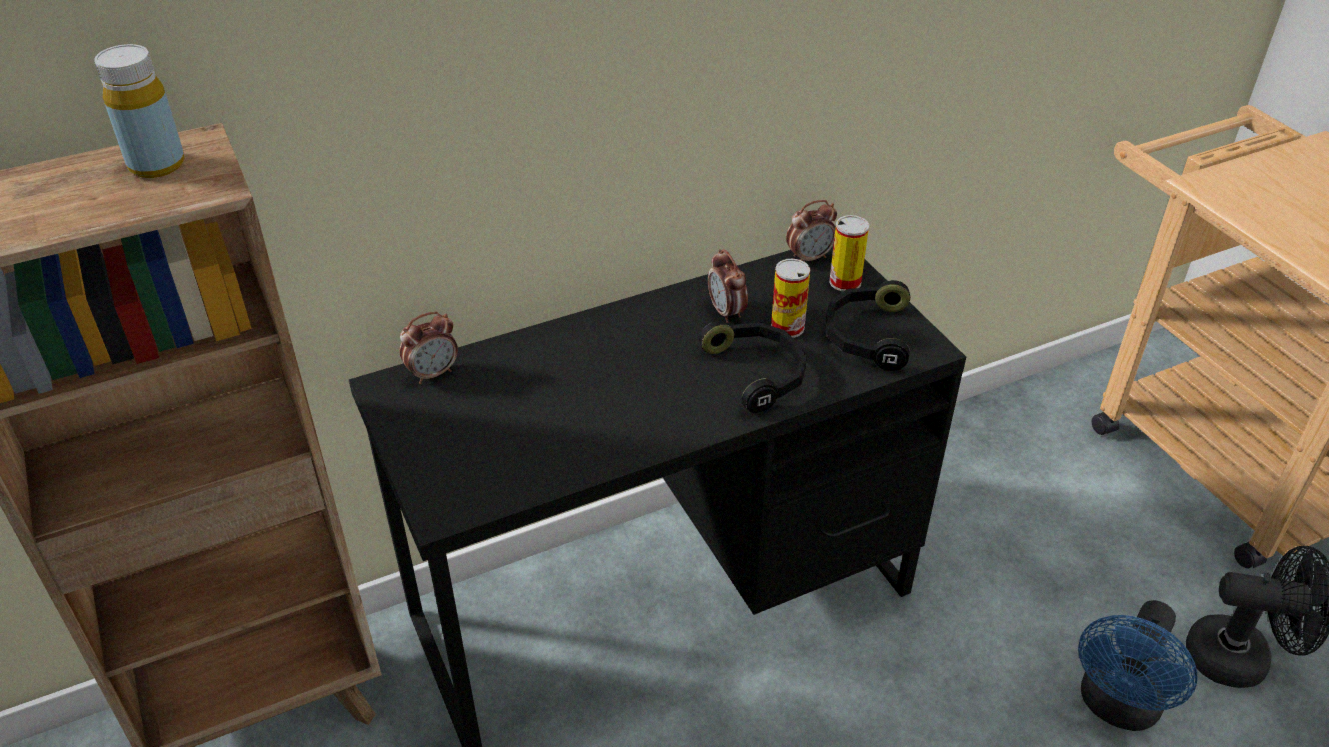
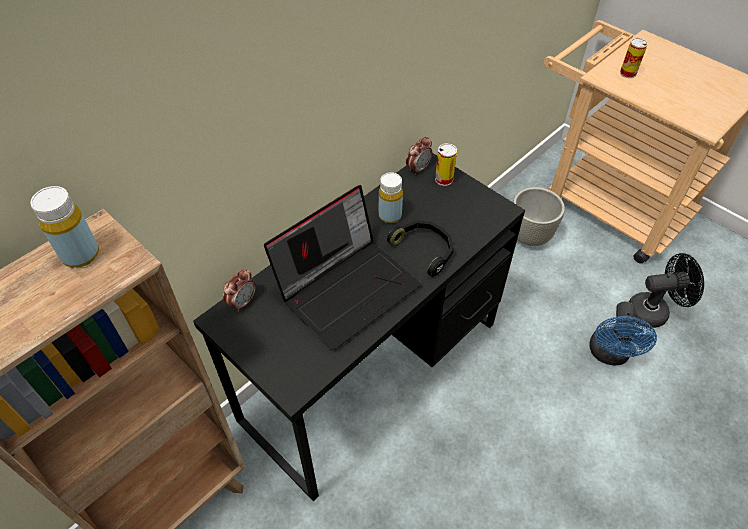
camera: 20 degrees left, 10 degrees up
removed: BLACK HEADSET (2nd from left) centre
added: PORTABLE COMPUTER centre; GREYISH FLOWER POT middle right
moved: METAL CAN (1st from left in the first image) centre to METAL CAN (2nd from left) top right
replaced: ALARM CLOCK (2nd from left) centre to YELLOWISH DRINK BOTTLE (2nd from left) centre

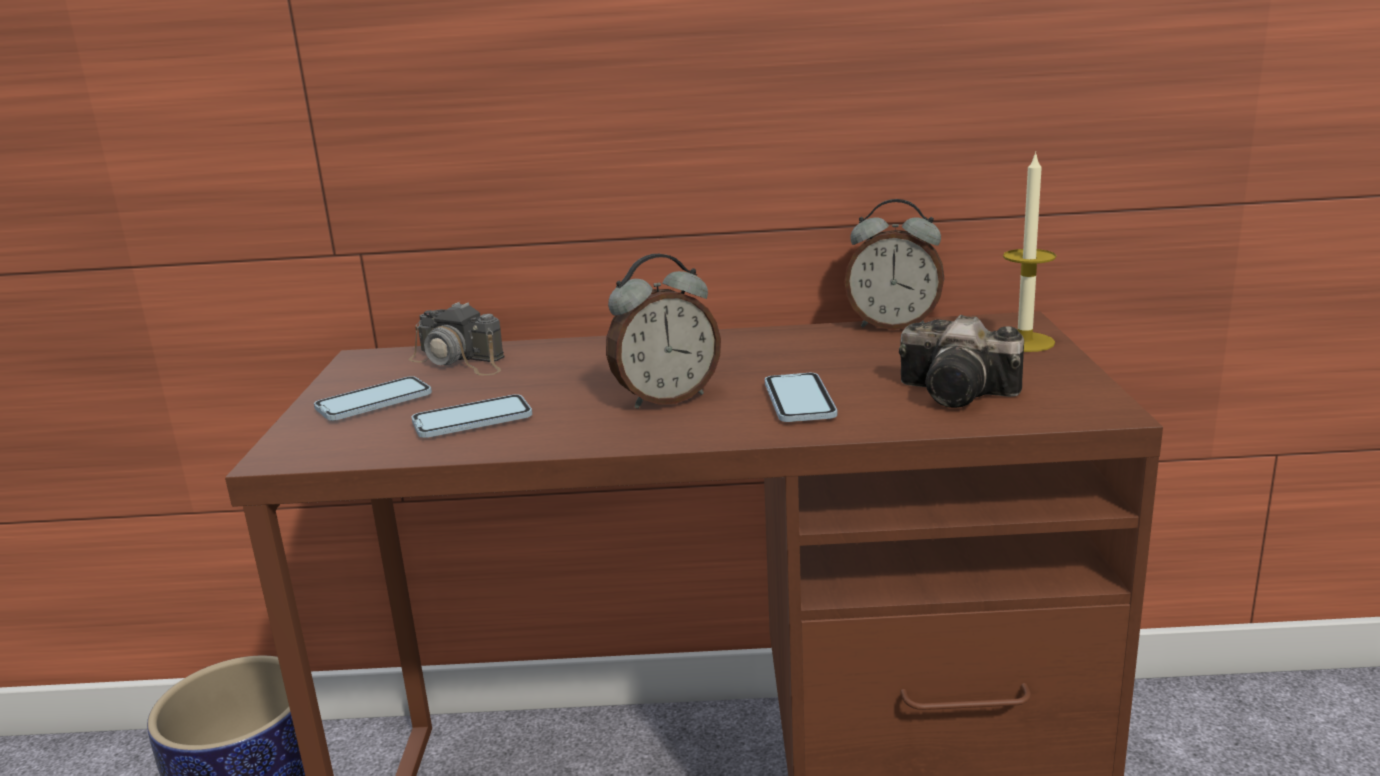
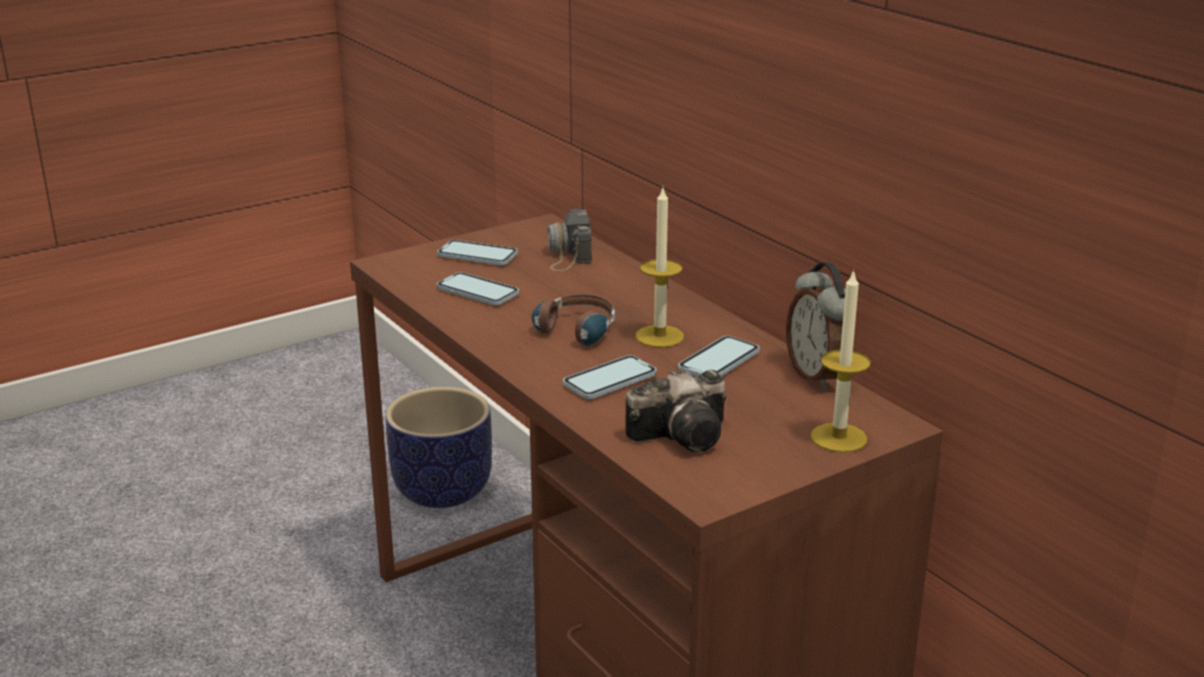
camera: 55 degrees right, 5 degrees up
added: CANDLE (1st from left) centre; HANDSET (4th from left) centre
replaced: ALARM CLOCK (1st from left) centre to HEADSET centre
turned: PHOTO CAMERA (2nd from left) middle right = centre 105 degrees counterclockwise

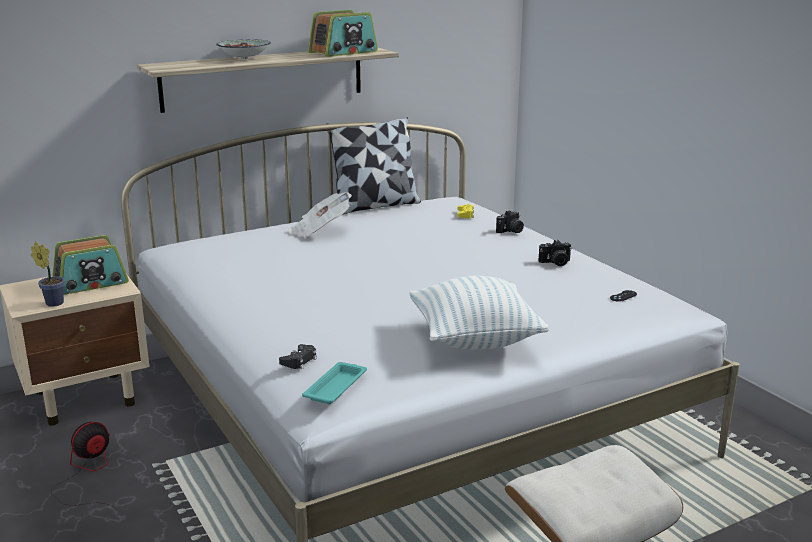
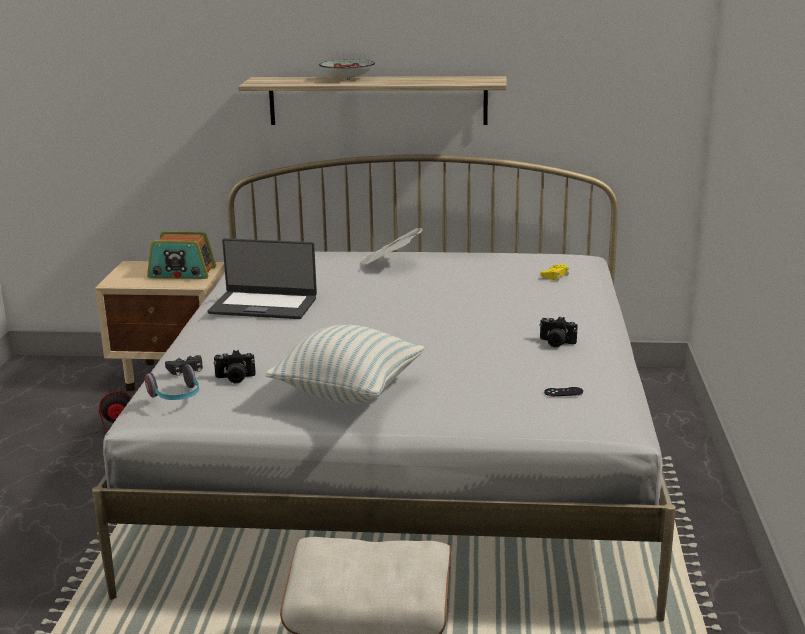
camera: 35 degrees right, 0 degrees up
removed: POTTED PLANT middle left; RADIO SET (2nd from left) top centre; PILLOW (1st from left) top centre
added: PORTABLE COMPUTER middle left
moved: PHOTO CAMERA (1st from left) centre to middle left
replaced: TURQUOISE SERVING TRAY bottom centre to HEADSET middle left

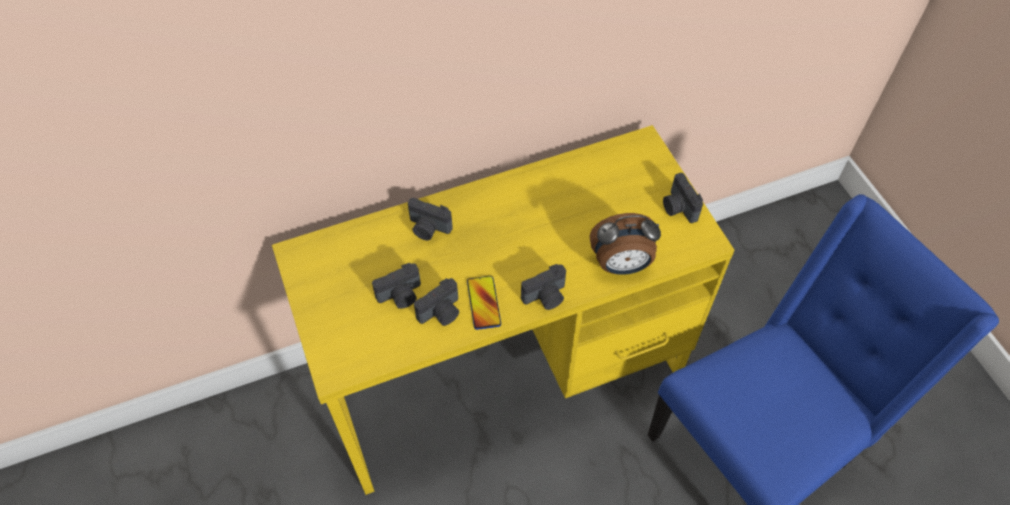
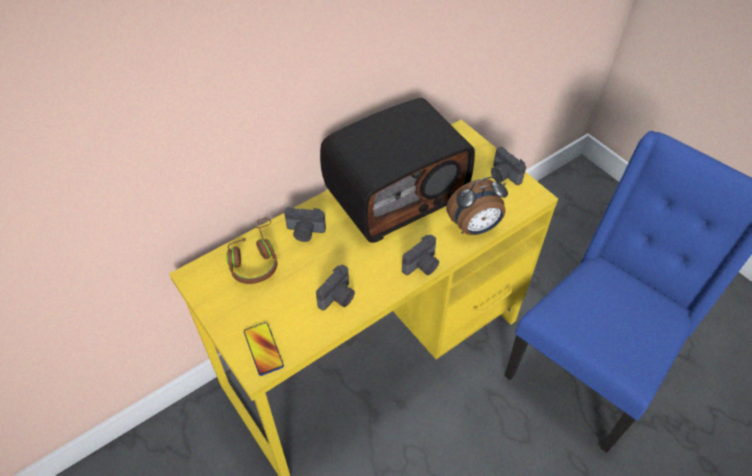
camera: 15 degrees left, 5 degrees down
removed: PHOTO CAMERA (1st from left) centre
added: BROWNISH HEADSET centre; RADIO SET centre
moved: HANDSET centre to bottom centre

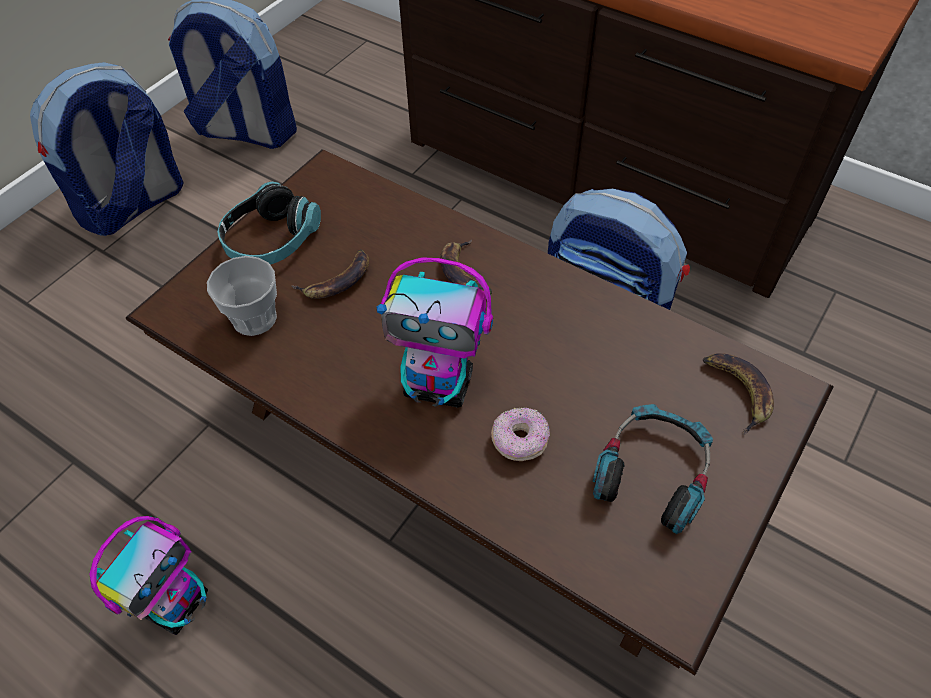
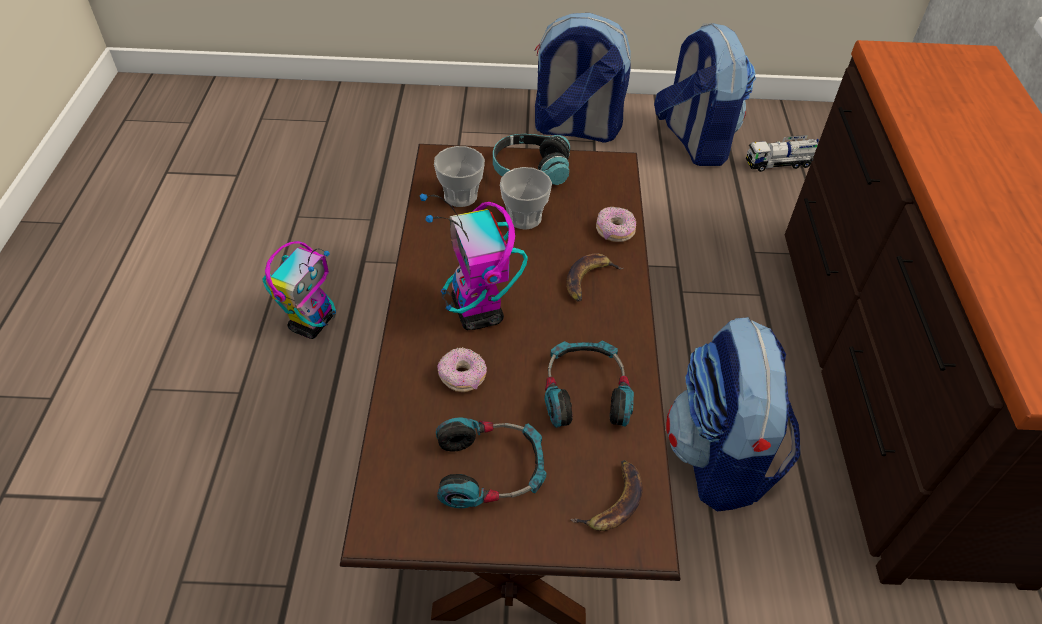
camera: 55 degrees right, 5 degrees down
added: HEADSET (3rd from left) centre; RING DOUGHNUT (2nd from left) centre; TOY LORRY top right
replaced: WHOLE BANANA (1st from left) centre to CUP (2nd from left) top centre
turned: MODEL ROBOT (1st from left) bottom left = middle left 60 degrees counterclockwise

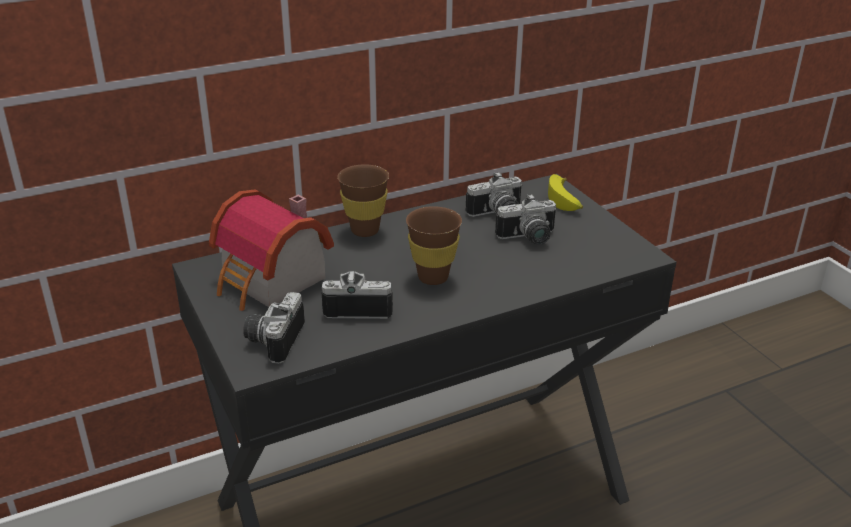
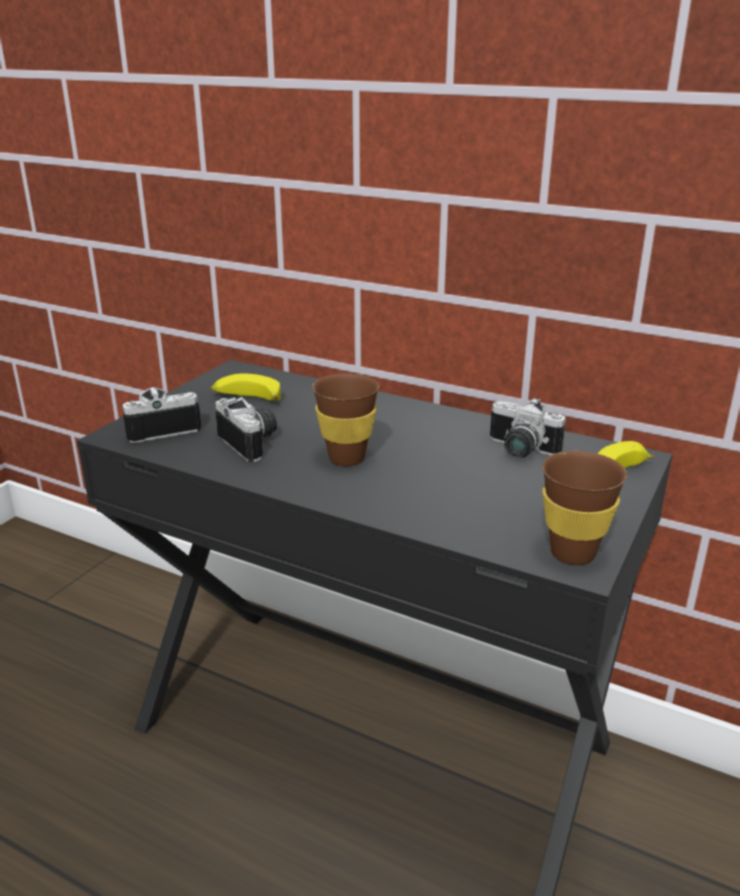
camera: 55 degrees right, 5 degrees down
removed: PHOTO CAMERA (4th from left) centre
moved: BROWNISH CUP (1st from left in the first image) centre to BROWNISH CUP (2nd from left) middle right
replaced: TOY HOUSE middle left to WHOLE BANANA (1st from left) middle left

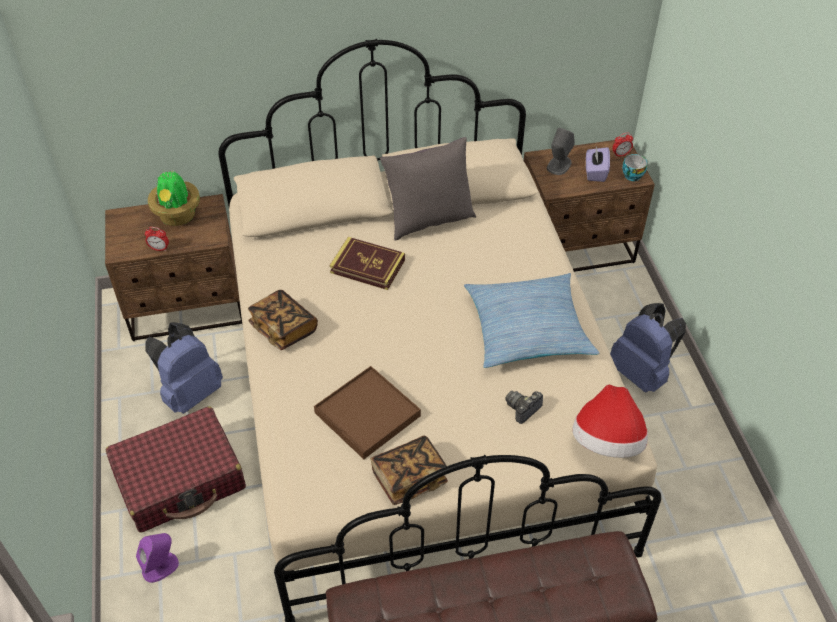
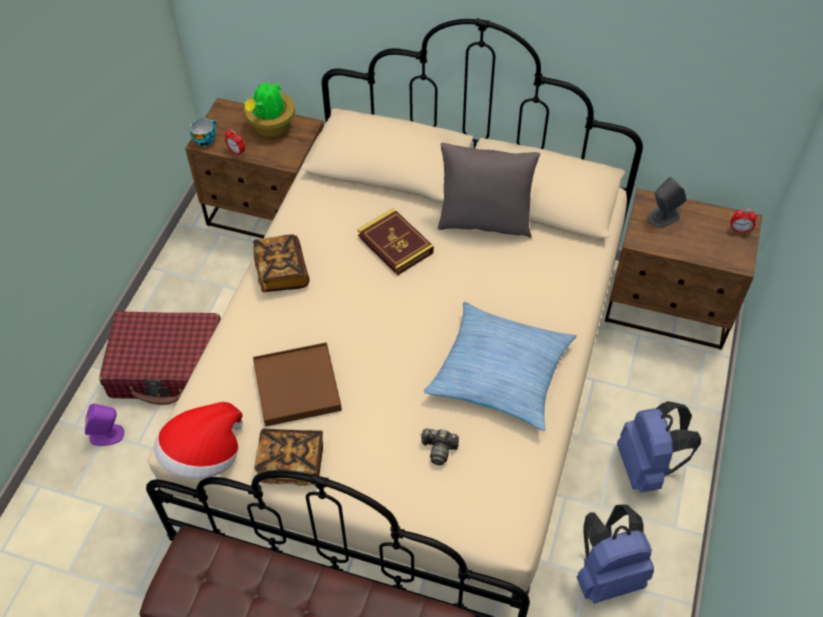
camera: 30 degrees right, 5 degrees up
removed: PURPLE-COLOURED TISSUE BOX top right
moved: CLOTHING HAT bottom right to bottom left; CUP top right to top left; BLUE RUCKSACK (1st from left) middle left to bottom right
turned: PHOTO CAMERA centre = bottom centre 150 degrees counterclockwise

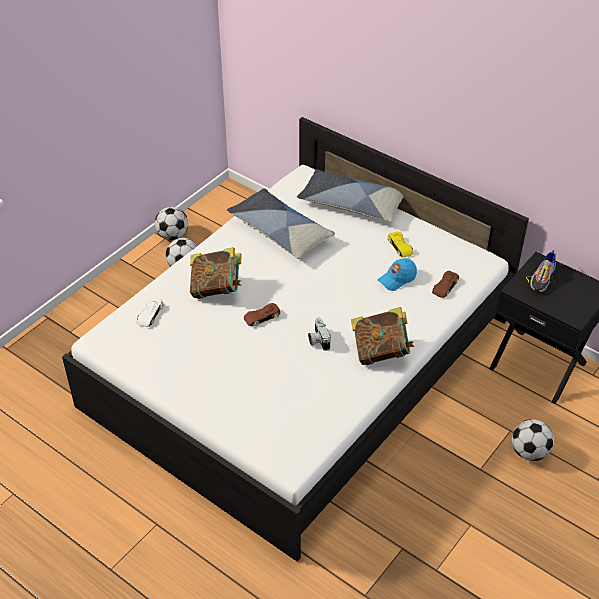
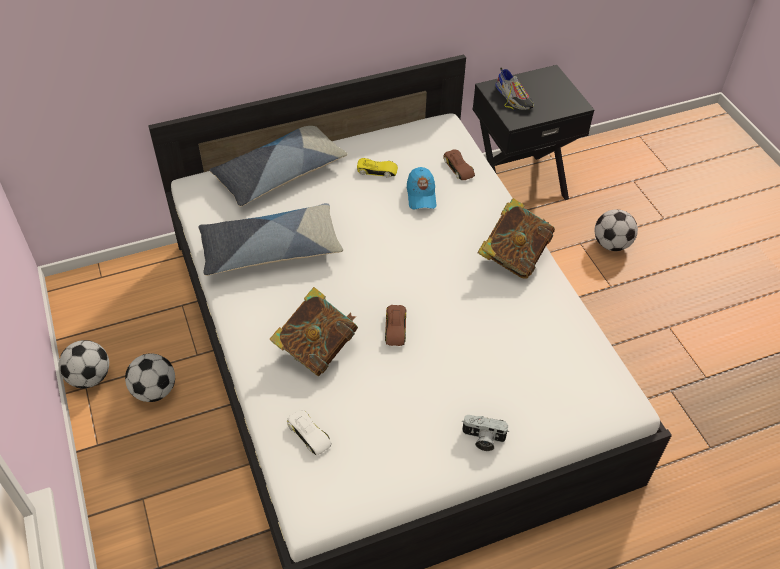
camera: 60 degrees left, 5 degrees up
moved: PHOTO CAMERA centre to bottom centre

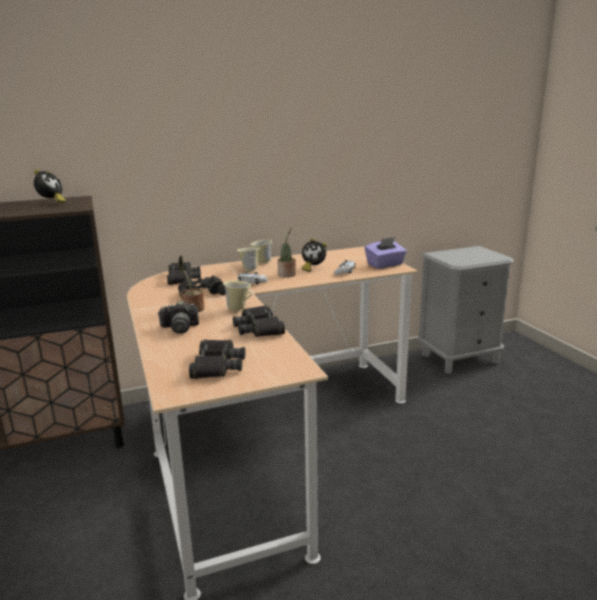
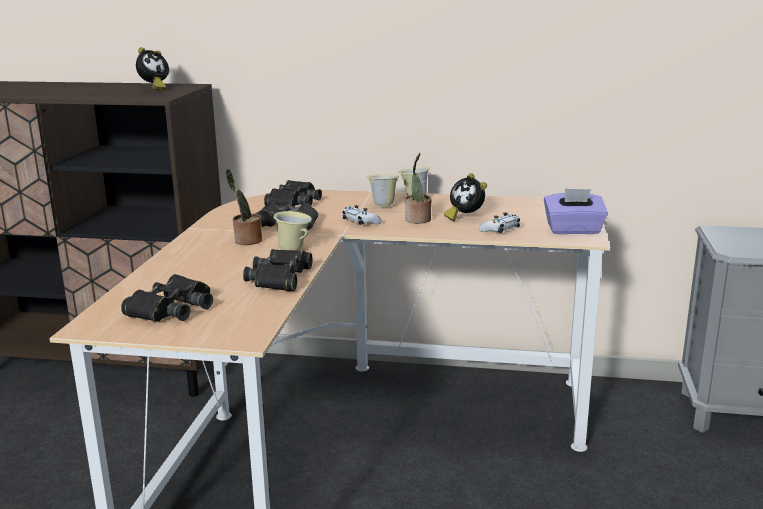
camera: 30 degrees right, 0 degrees up
removed: PHOTO CAMERA middle left

